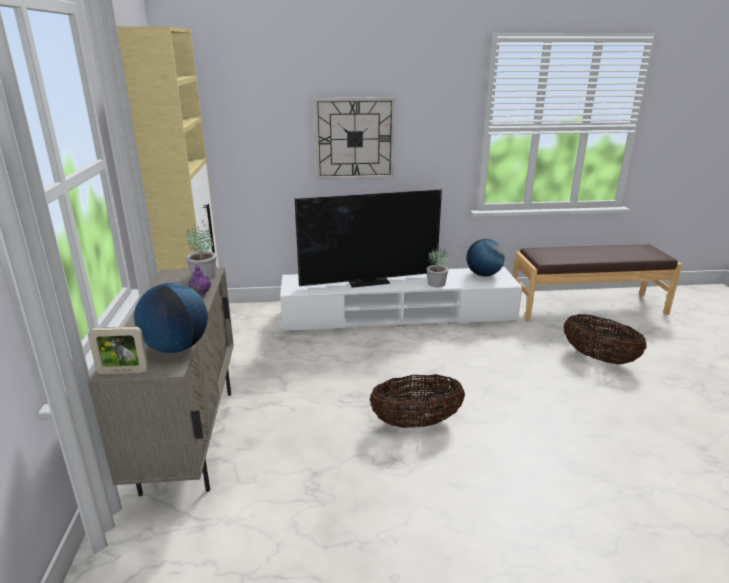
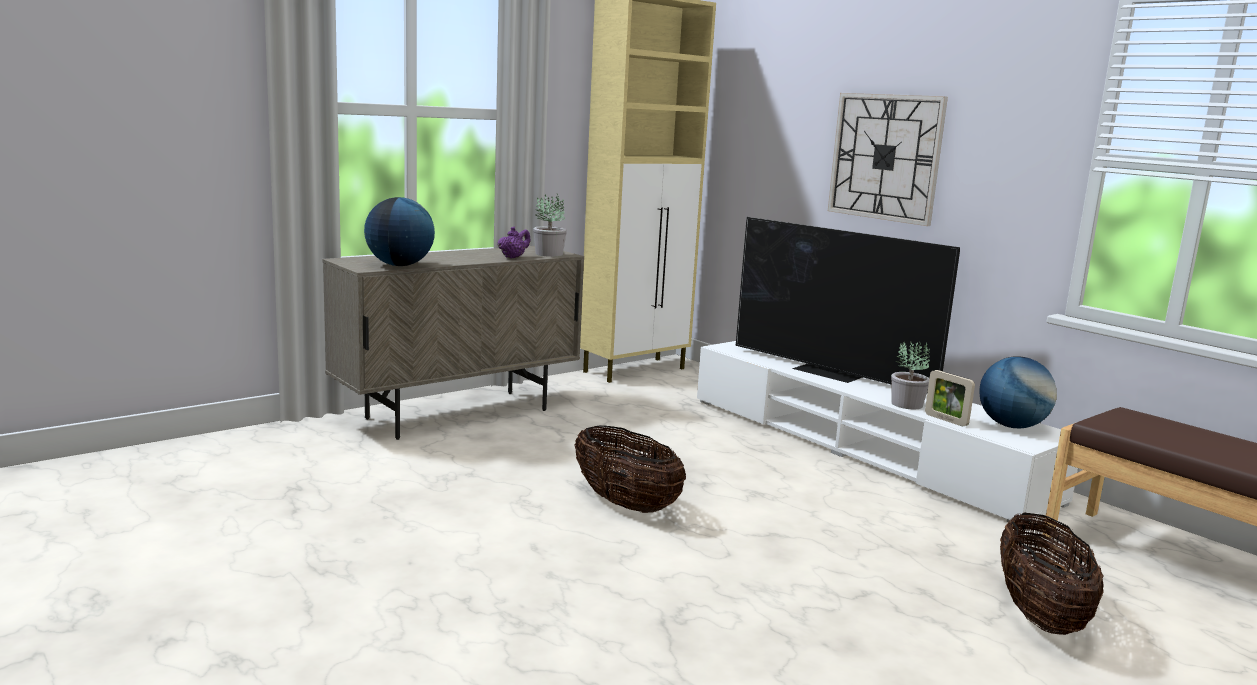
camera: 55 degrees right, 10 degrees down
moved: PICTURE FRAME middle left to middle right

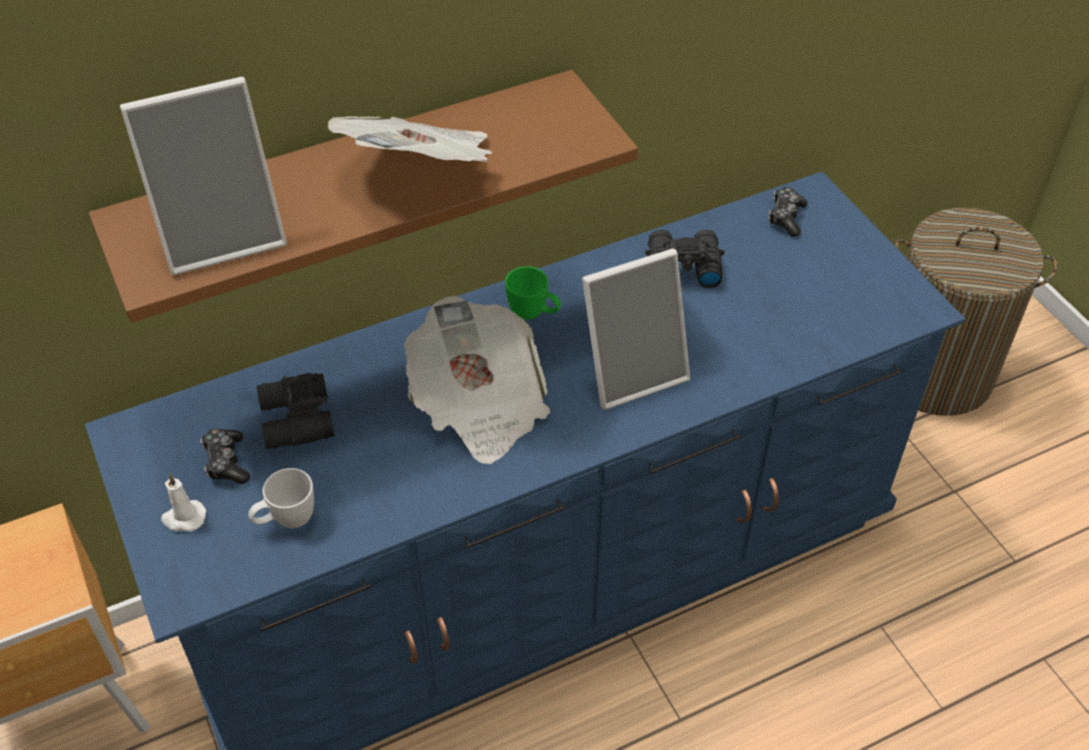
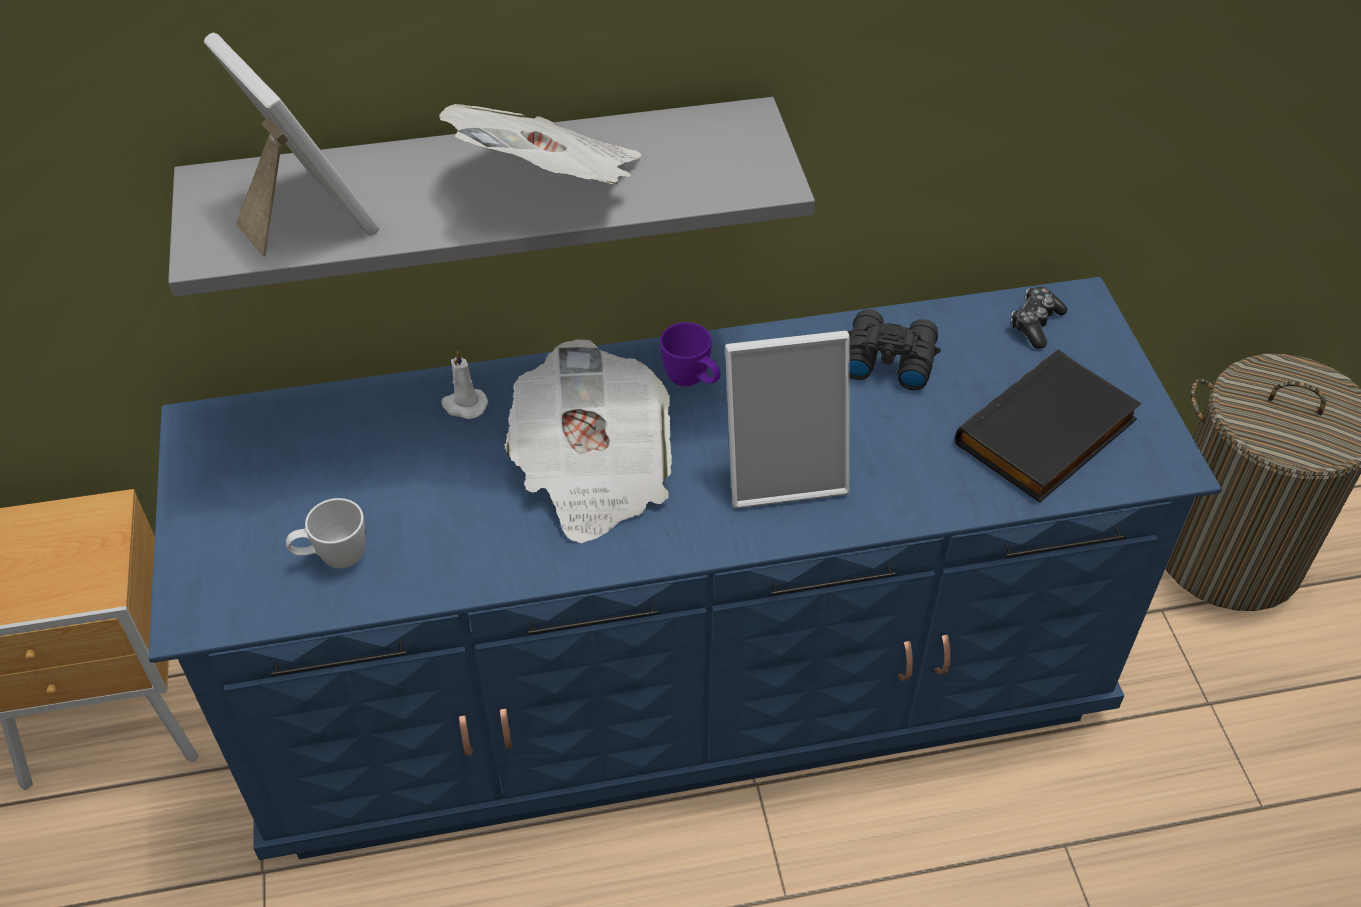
camera: 15 degrees right, 0 degrees up
removed: GAME CONTROLLER (1st from left) middle left; BLACK FIELD GLASSES (1st from left) middle left
added: BLACK VOLUME middle right
moved: WHITISH CANDLE bottom left to centre
recoloured: BROWNISH SHELF top centre to GREYISH SHELF top centre; GREEN-COLOURED COFFEE MUG centre to PURPLE-COLOURED COFFEE MUG centre
turned: PICTURE FRAME (1st from left) top left = top left 120 degrees counterclockwise

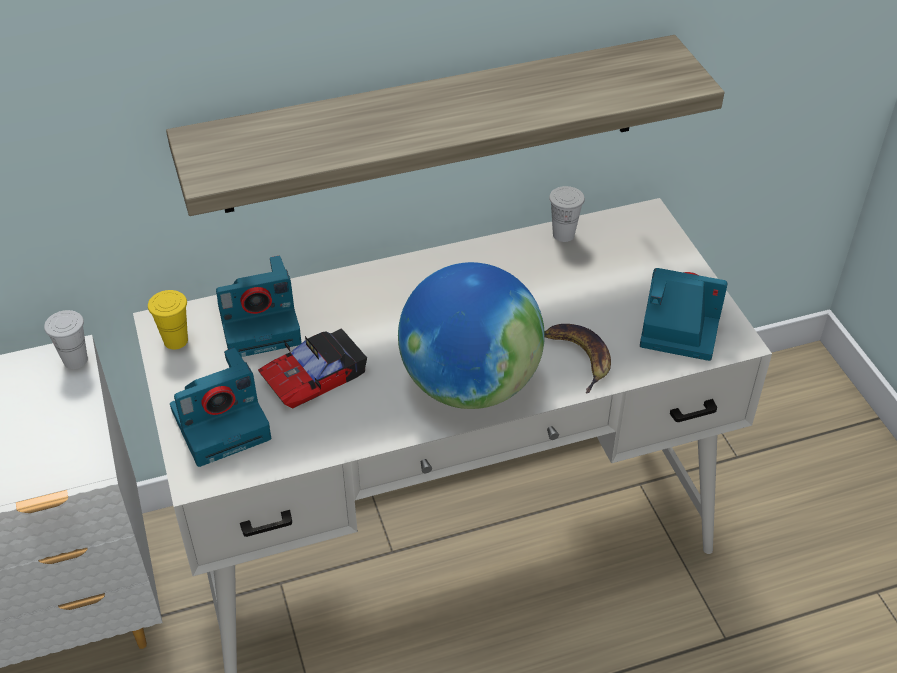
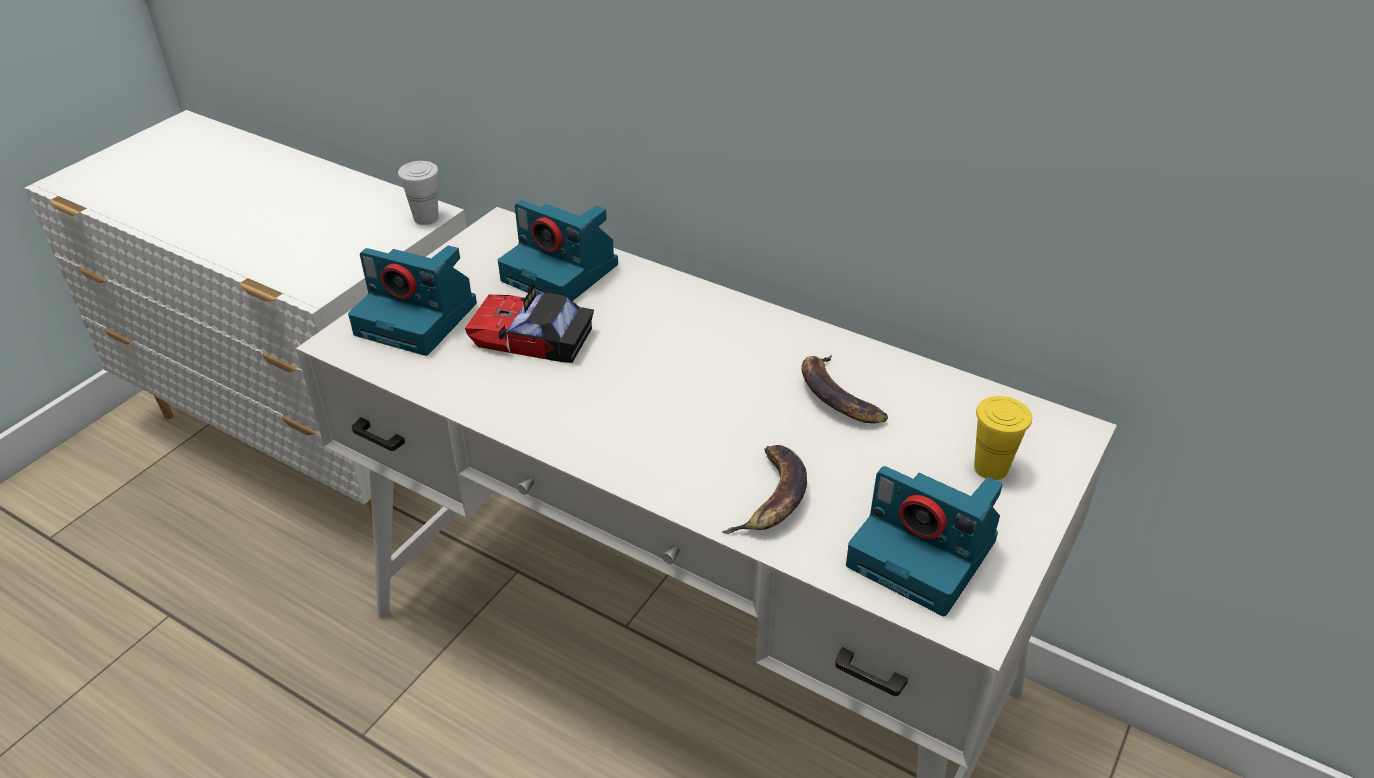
camera: 50 degrees right, 5 degrees down
removed: SHELF top centre; WORLD GLOBE centre; WHITISH CUP (2nd from left) top centre
added: WHOLE BANANA (2nd from left) centre
moved: YELLOWISH CUP middle left to middle right
turned: PHOTO CAMERA (3rd from left) middle right = bottom right 150 degrees clockwise

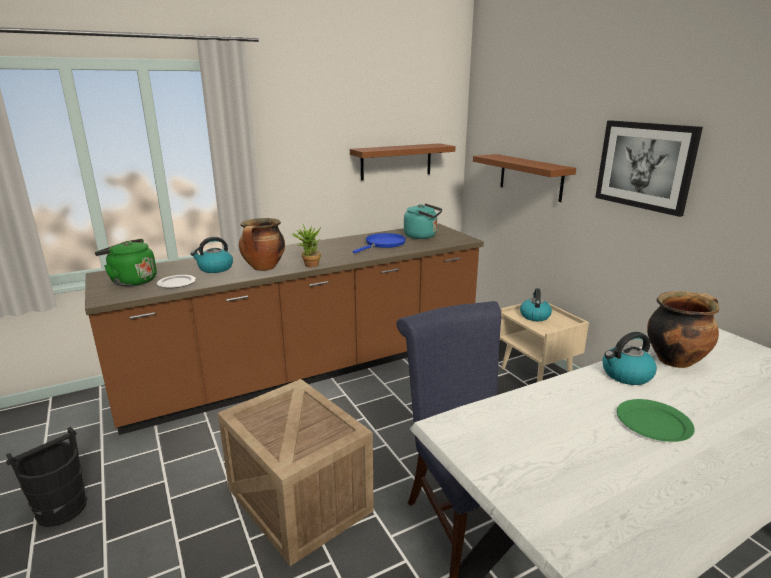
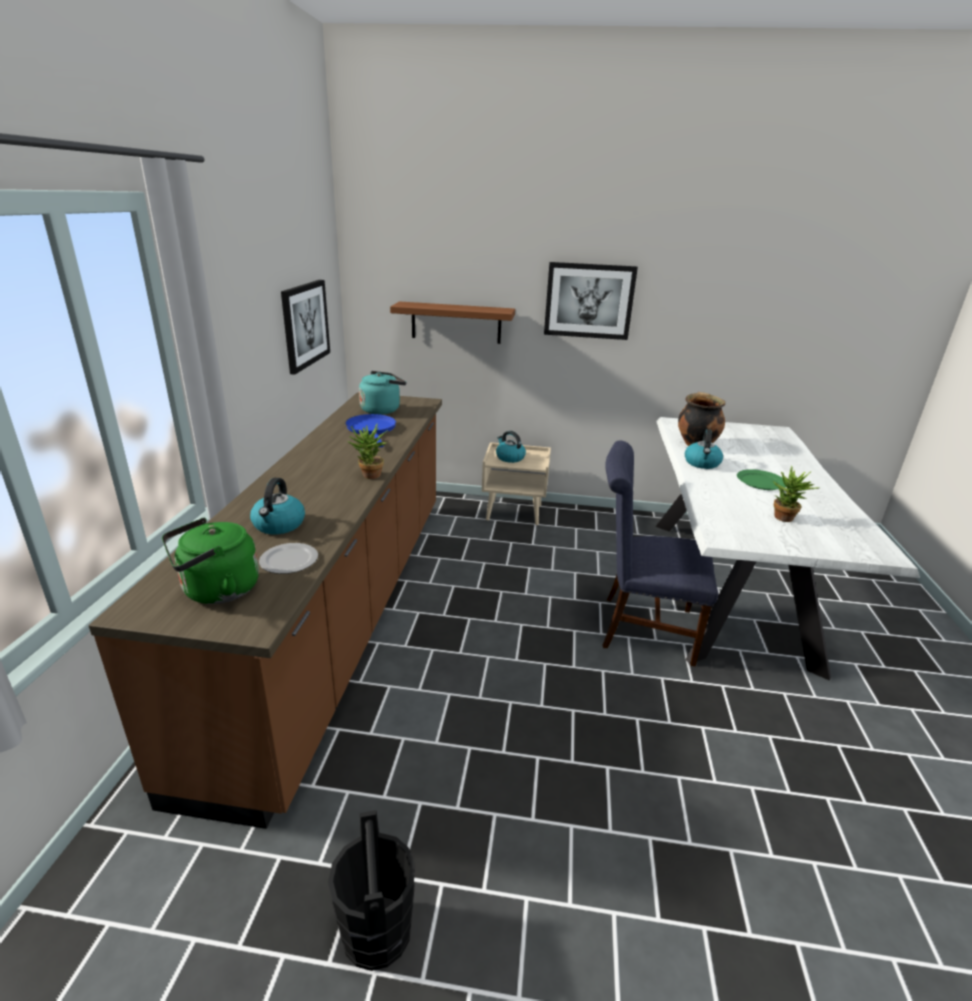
camera: 55 degrees left, 5 degrees up
removed: SHIPPING CRATE bottom centre; SAUCEPOT (1st from left) centre
added: POTTED PLANT (2nd from left) middle right
replaced: BROWNISH SHELF (1st from left) top centre to WALL PICTURE (1st from left) top left

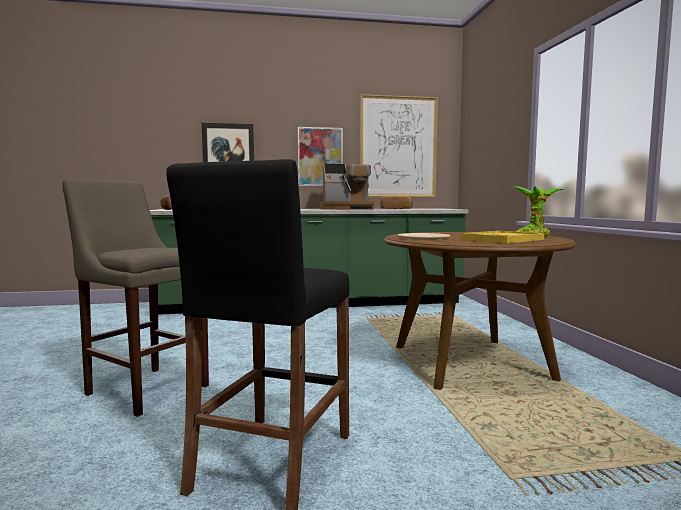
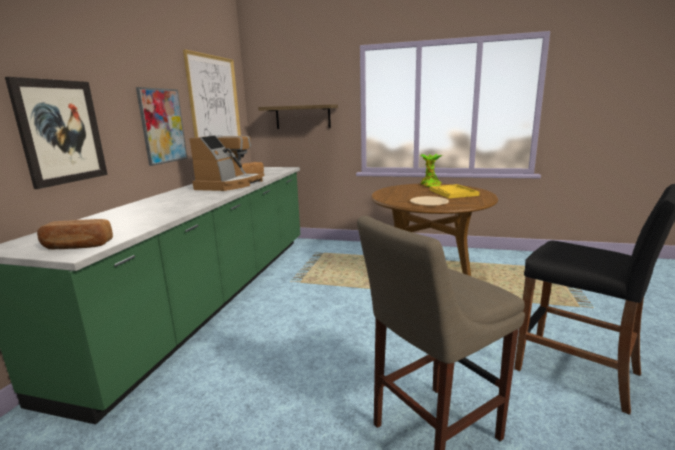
camera: 65 degrees left, 10 degrees up
added: SHELF top centre

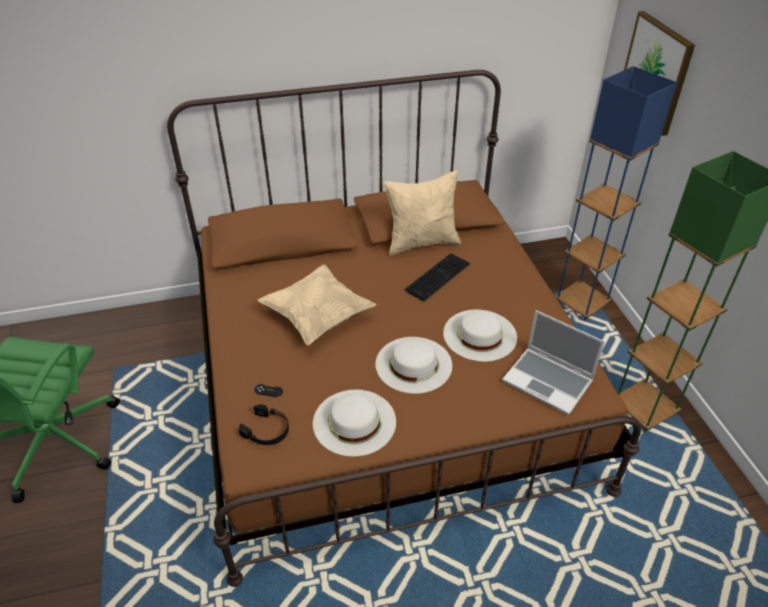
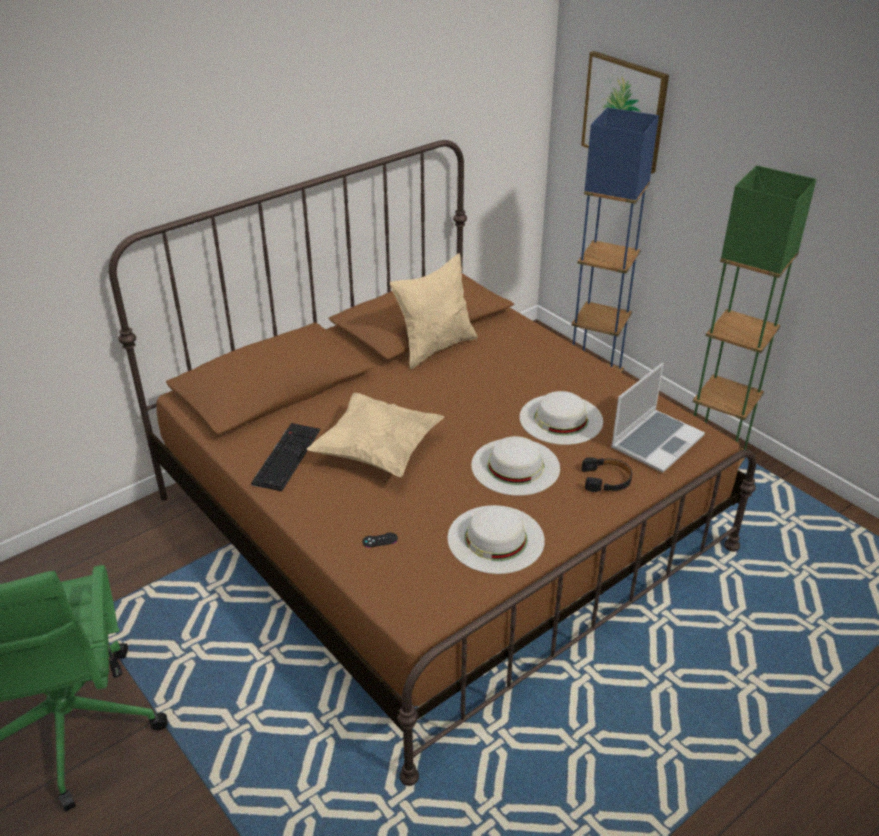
camera: 25 degrees left, 5 degrees down
moved: KEYBOARD centre to middle left; BLACK HEADSET bottom centre to middle right
turned: PORTABLE COMPUTER middle right = middle right 60 degrees counterclockwise

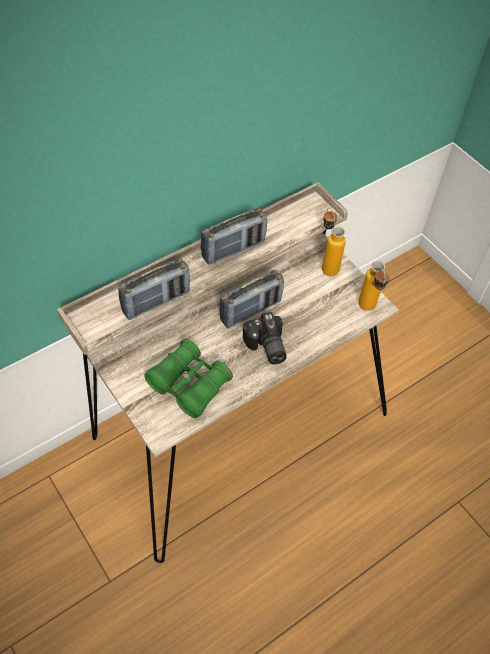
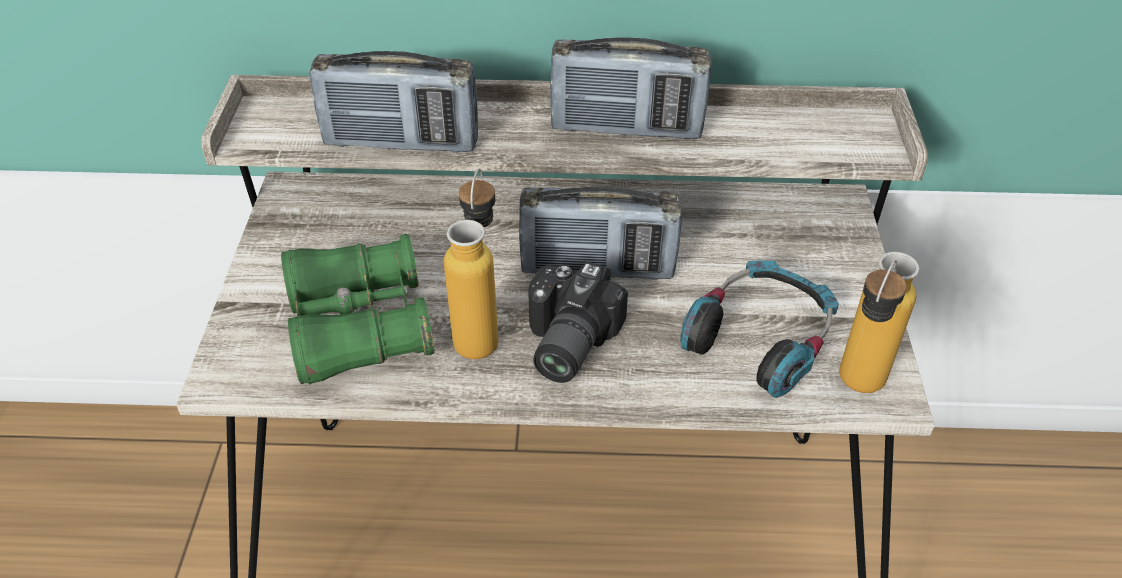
camera: 40 degrees right, 10 degrees down
added: HEADSET middle right
moved: DRINK BOTTLE (1st from left) middle right to centre

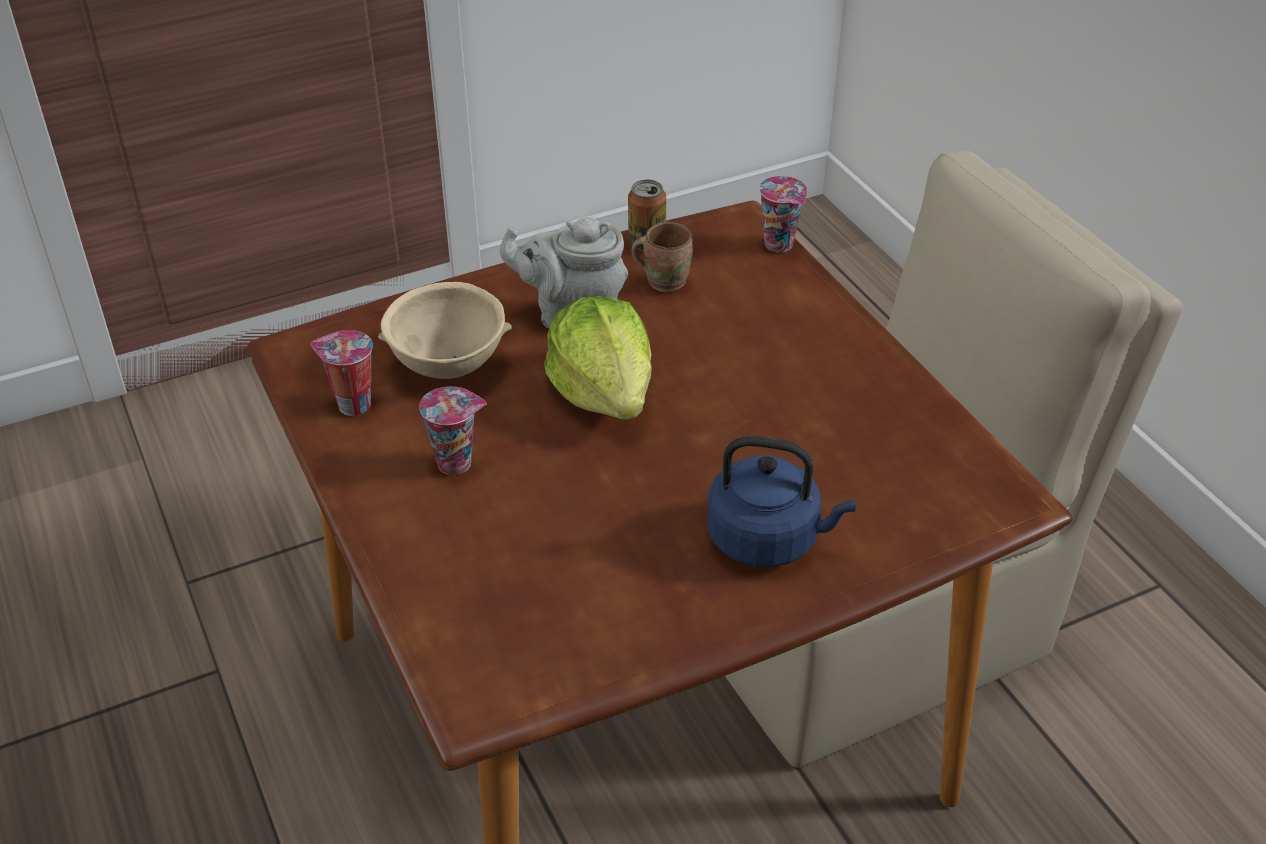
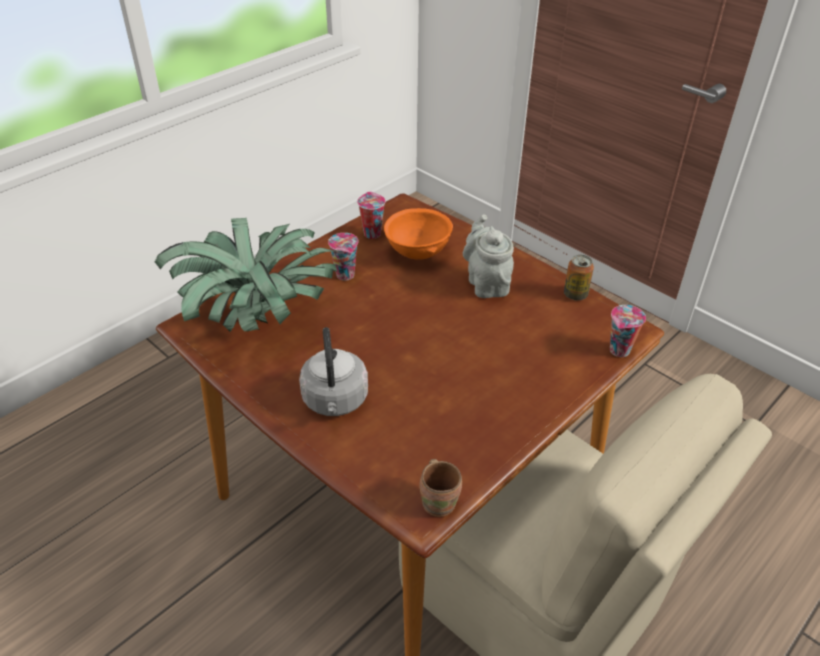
camera: 70 degrees right, 0 degrees up
removed: LETTUCE HEAD centre
added: POTTED PLANT middle left
moved: BROWNISH COFFEE MUG top centre to bottom centre
recoloured: BLUE KETTLE centre to GREYISH KETTLE centre; BEIGE-COLOURED BOWL centre to ORANGE BOWL centre

